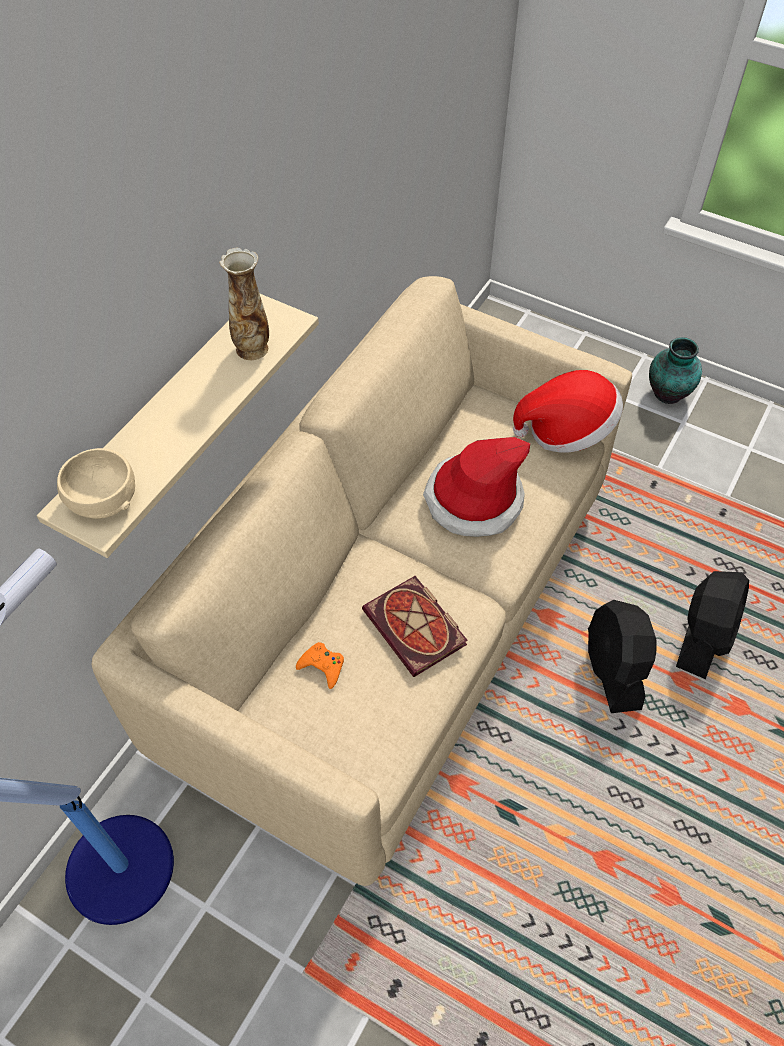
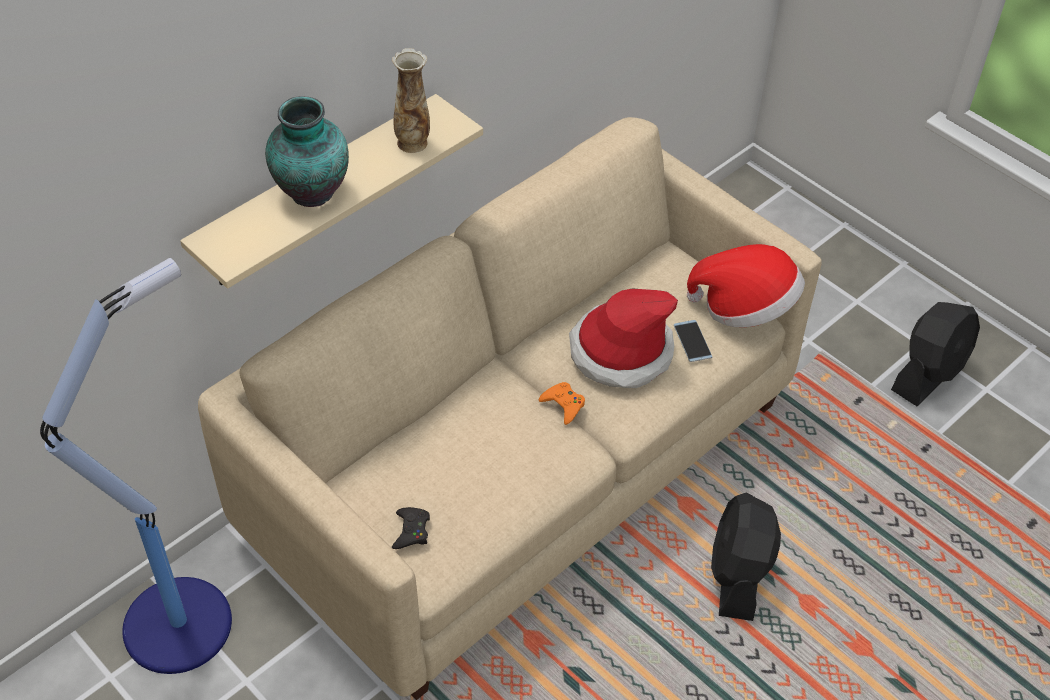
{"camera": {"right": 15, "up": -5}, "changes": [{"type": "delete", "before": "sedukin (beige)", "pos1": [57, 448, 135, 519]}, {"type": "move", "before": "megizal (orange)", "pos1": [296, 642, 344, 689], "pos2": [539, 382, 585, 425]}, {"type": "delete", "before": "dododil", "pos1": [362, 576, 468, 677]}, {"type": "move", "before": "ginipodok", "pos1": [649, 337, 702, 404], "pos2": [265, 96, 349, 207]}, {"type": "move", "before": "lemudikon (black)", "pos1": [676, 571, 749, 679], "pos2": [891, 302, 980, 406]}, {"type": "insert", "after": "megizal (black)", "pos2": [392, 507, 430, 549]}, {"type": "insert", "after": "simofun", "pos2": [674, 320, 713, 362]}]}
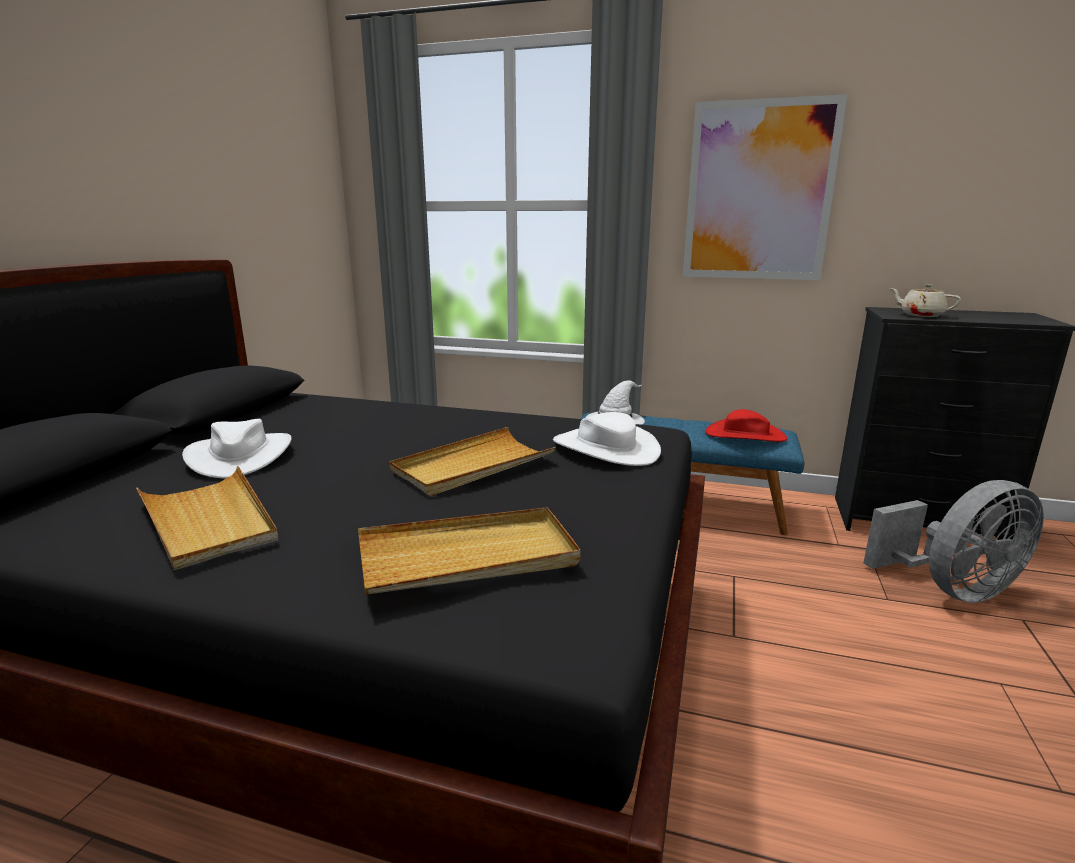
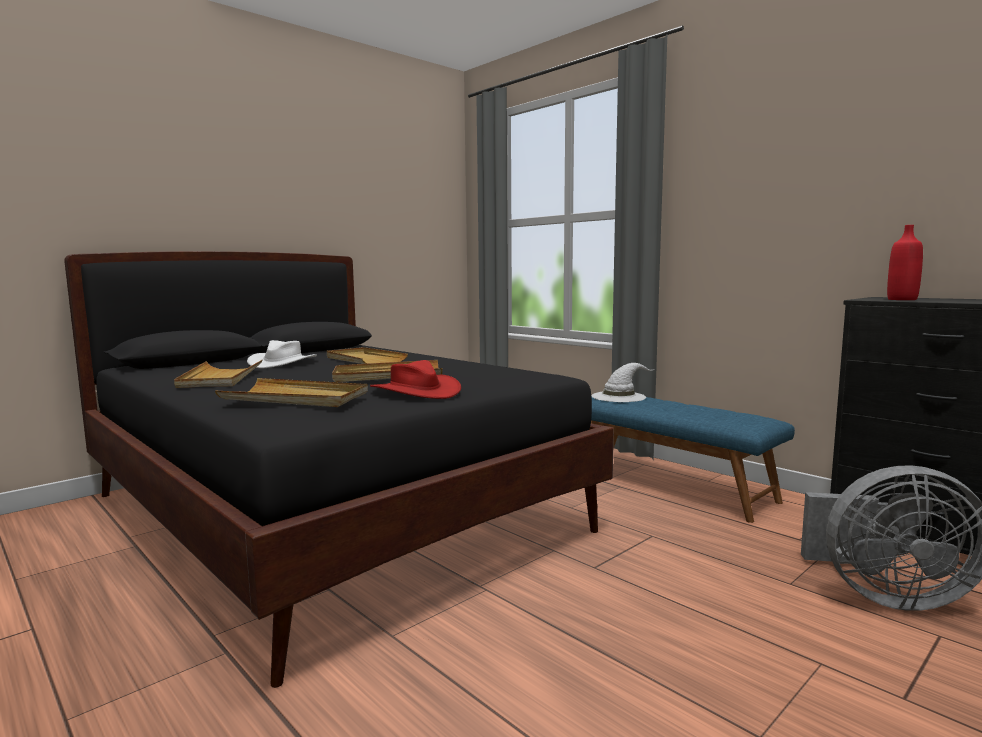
{"camera": {"right": 30, "up": -10}, "changes": [{"type": "delete", "before": "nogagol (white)", "pos1": [553, 412, 661, 466]}, {"type": "delete", "before": "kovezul", "pos1": [683, 94, 847, 280]}, {"type": "move", "before": "nogagol (red)", "pos1": [705, 409, 787, 442], "pos2": [370, 360, 461, 399]}, {"type": "replace", "before": "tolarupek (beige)", "after": "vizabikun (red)", "pos1": [889, 284, 961, 317], "pos2": [887, 225, 923, 300]}, {"type": "insert", "after": "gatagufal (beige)", "pos2": [327, 347, 408, 364]}]}
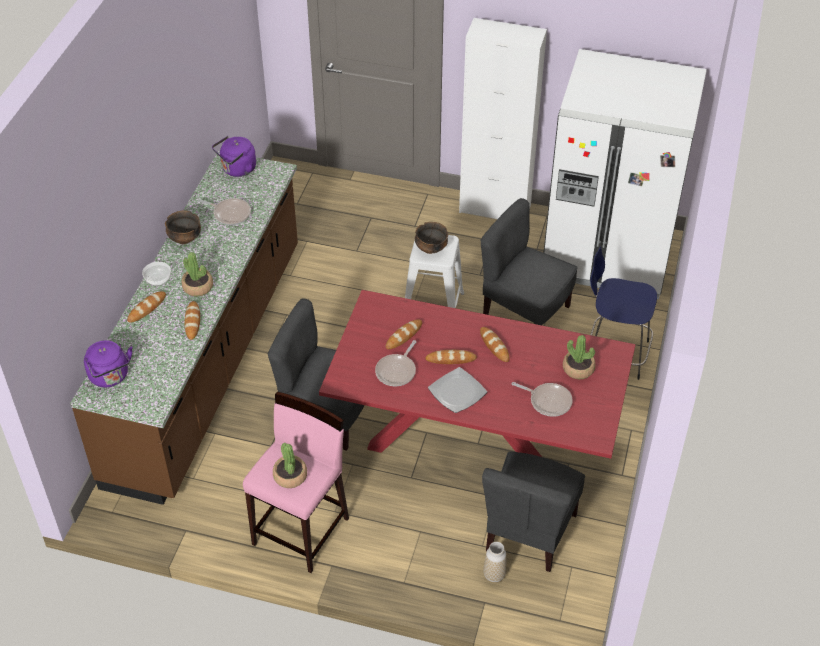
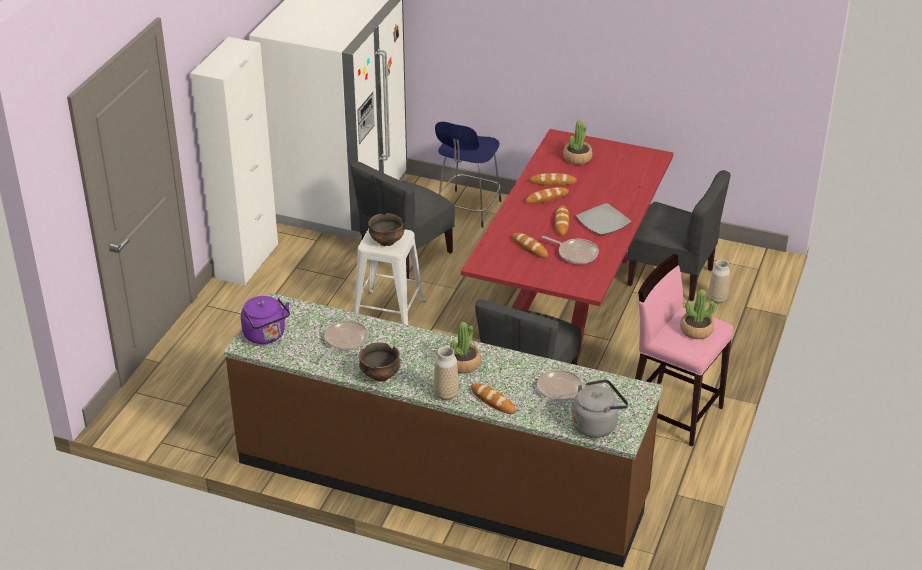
{"camera": {"right": -85, "up": -10}, "changes": [{"type": "recolor", "before": "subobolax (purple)", "after": "subobolax (grey)", "pos1": [84, 340, 133, 387], "pos2": [572, 379, 628, 438]}, {"type": "replace", "before": "sedukin", "after": "ginipodok", "pos1": [142, 262, 171, 286], "pos2": [434, 346, 459, 400]}, {"type": "move", "before": "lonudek", "pos1": [185, 301, 200, 340], "pos2": [530, 173, 577, 186]}, {"type": "move", "before": "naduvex", "pos1": [511, 382, 573, 417], "pos2": [535, 370, 583, 412]}]}
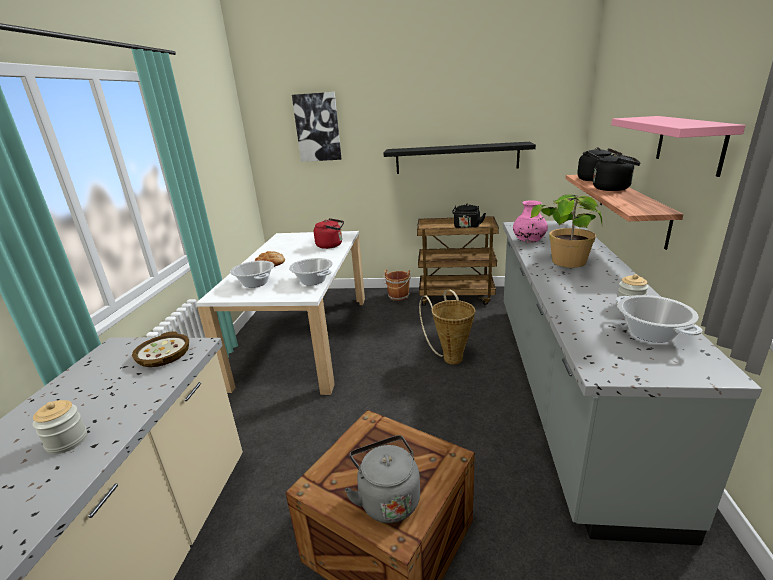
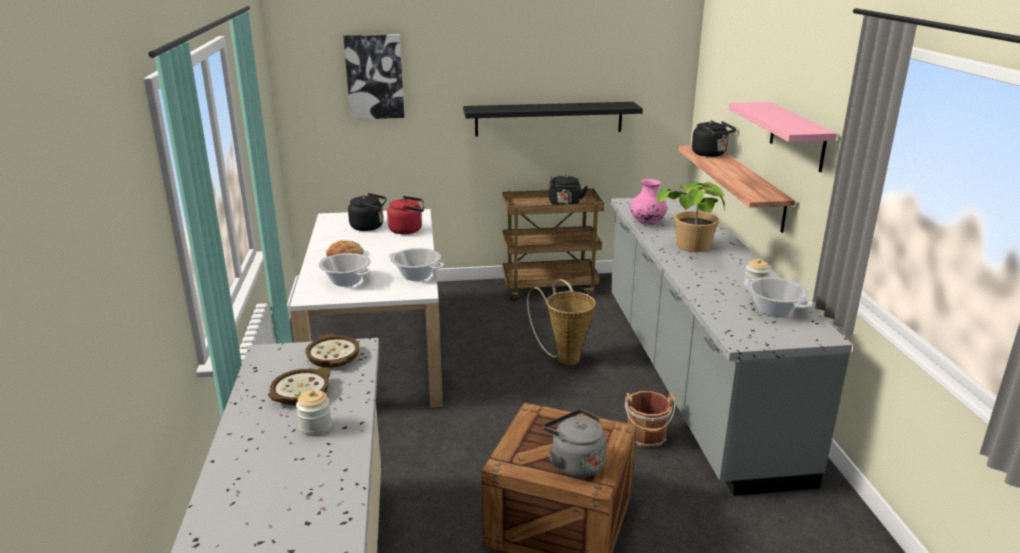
{"camera": {"right": -15, "up": 0}, "changes": [{"type": "move", "before": "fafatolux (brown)", "pos1": [383, 269, 411, 301], "pos2": [625, 391, 676, 449]}, {"type": "move", "before": "subobolax (black)", "pos1": [593, 153, 641, 191], "pos2": [348, 193, 387, 231]}, {"type": "insert", "after": "sedukin", "pos2": [268, 368, 331, 406]}]}
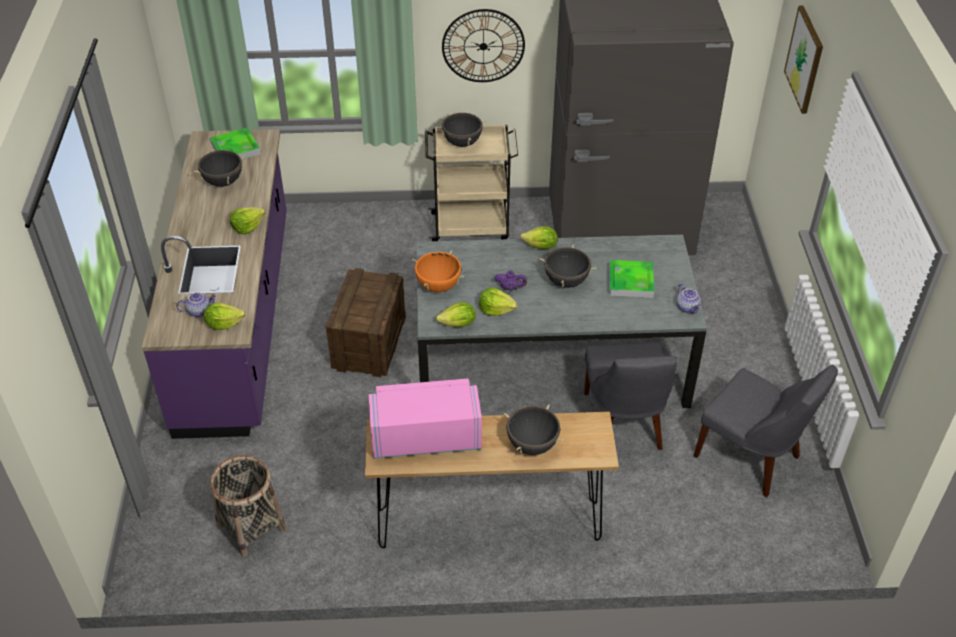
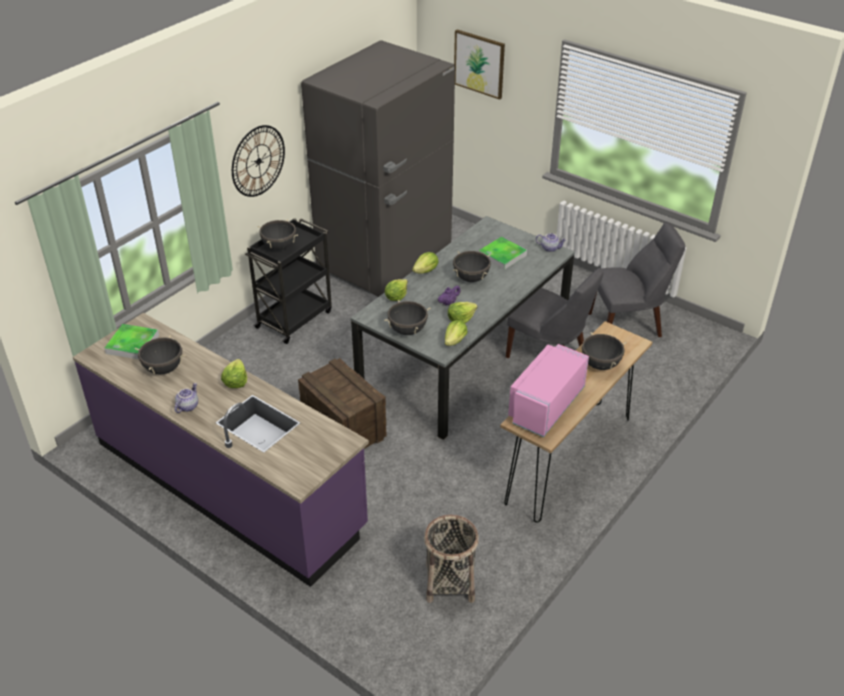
{"camera": {"right": -50, "up": -5}, "changes": [{"type": "move", "before": "tolarupek", "pos1": [176, 292, 217, 317], "pos2": [175, 383, 198, 413]}, {"type": "move", "before": "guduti", "pos1": [204, 303, 246, 330], "pos2": [385, 279, 408, 301]}, {"type": "recolor", "before": "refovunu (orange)", "after": "refovunu (black)", "pos1": [412, 250, 464, 292], "pos2": [384, 300, 431, 335]}, {"type": "recolor", "before": "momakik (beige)", "after": "momakik (black)", "pos1": [425, 125, 518, 241], "pos2": [245, 218, 332, 344]}]}
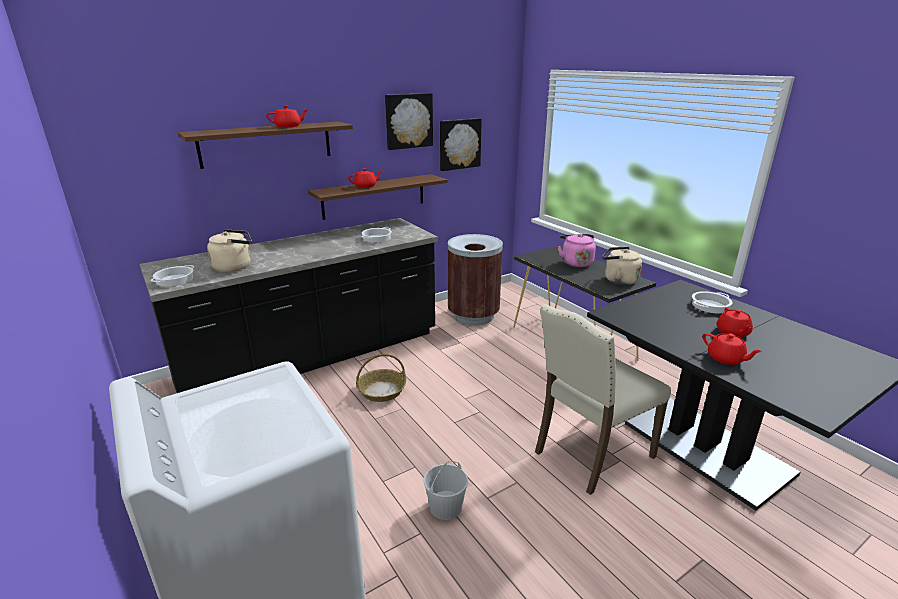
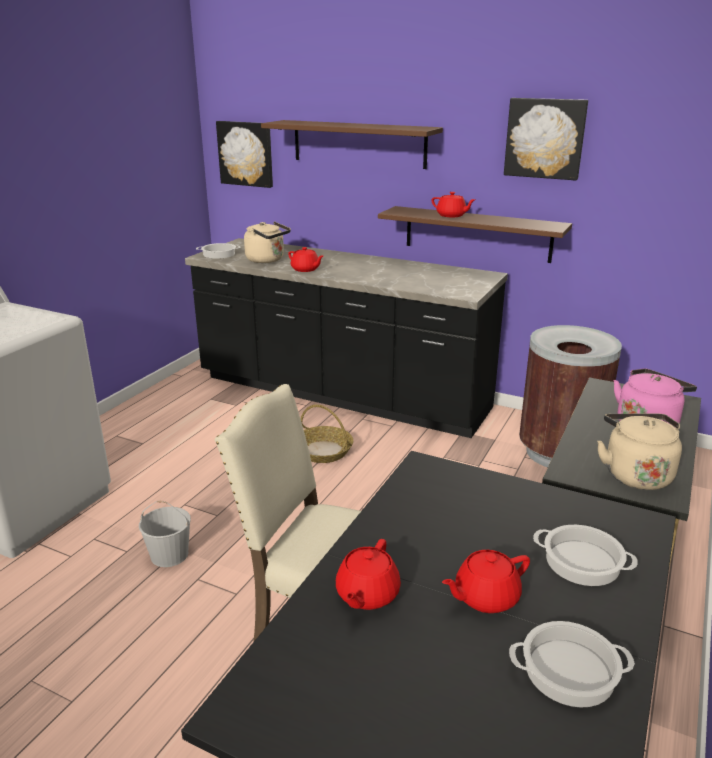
{"camera": {"right": 60, "up": 0}, "changes": [{"type": "move", "before": "tolarupek (red)", "pos1": [266, 105, 308, 128], "pos2": [288, 247, 323, 272]}, {"type": "move", "before": "refovunu", "pos1": [362, 227, 392, 243], "pos2": [509, 621, 635, 708]}, {"type": "move", "before": "kovezul", "pos1": [440, 118, 482, 171], "pos2": [216, 121, 273, 188]}]}
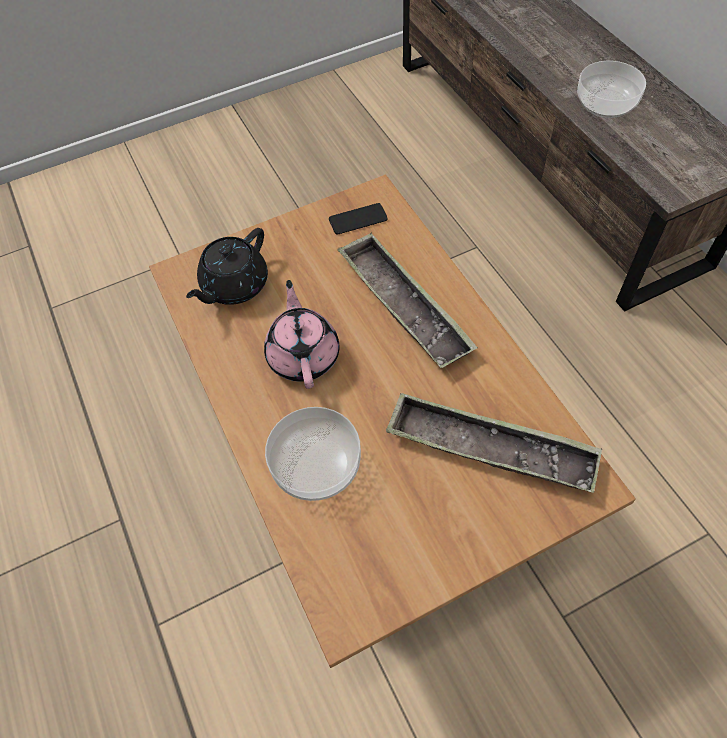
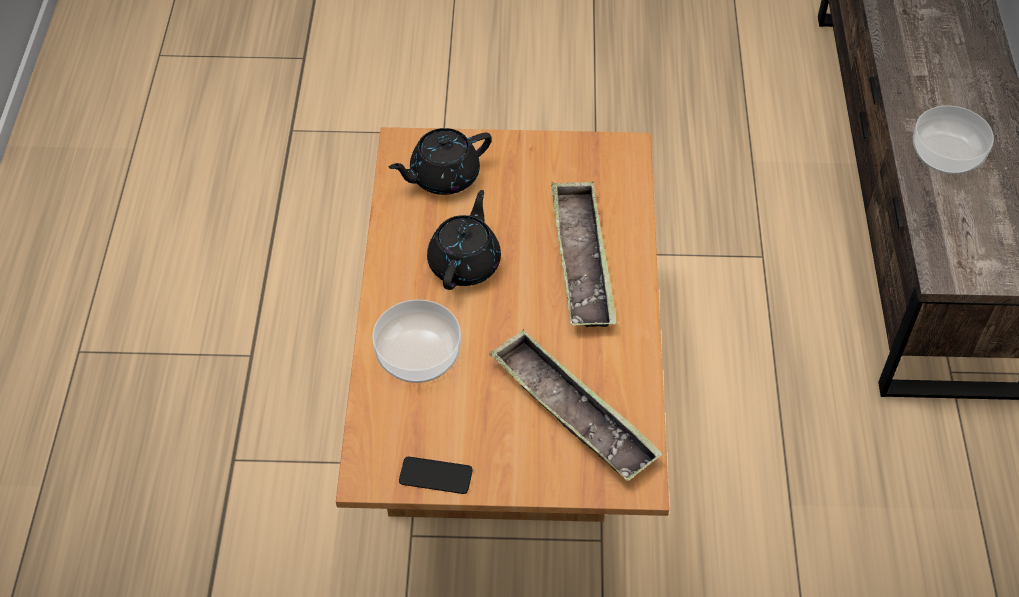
{"camera": {"right": 25, "up": -5}, "changes": [{"type": "recolor", "before": "tolarupek (pink)", "after": "tolarupek (black)", "pos1": [264, 280, 340, 389], "pos2": [427, 190, 501, 290]}, {"type": "move", "before": "simofun", "pos1": [329, 203, 388, 235], "pos2": [399, 457, 472, 494]}]}
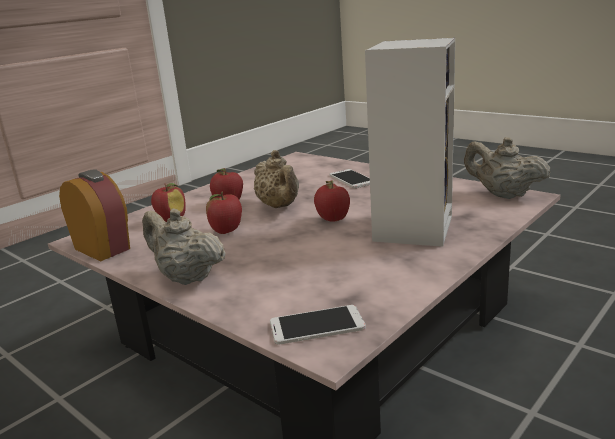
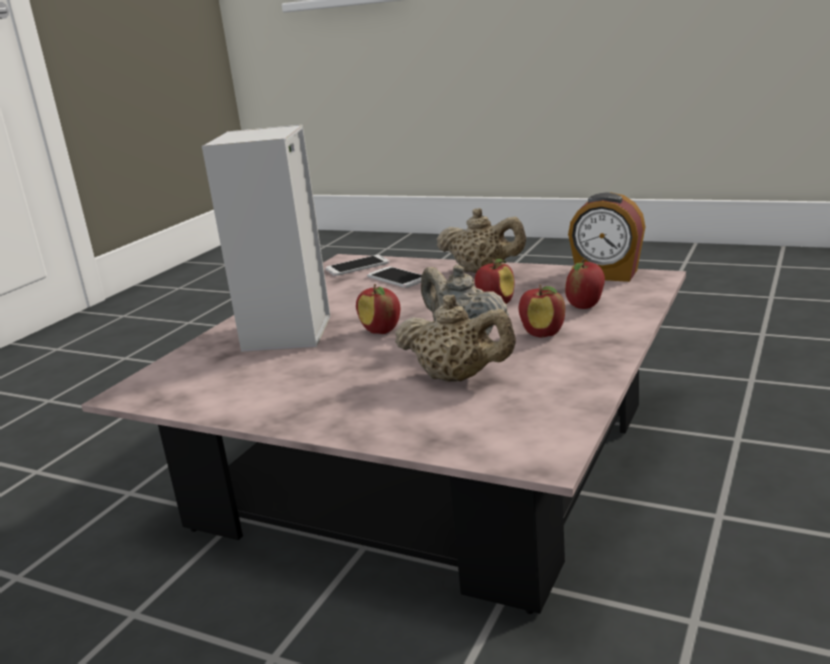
{"camera": {"right": 165, "up": 0}, "changes": [{"type": "move", "before": "simofun", "pos1": [329, 169, 370, 188], "pos2": [367, 266, 421, 288]}, {"type": "move", "before": "tolarupek (beige)", "pos1": [464, 137, 550, 199], "pos2": [395, 295, 516, 382]}]}
